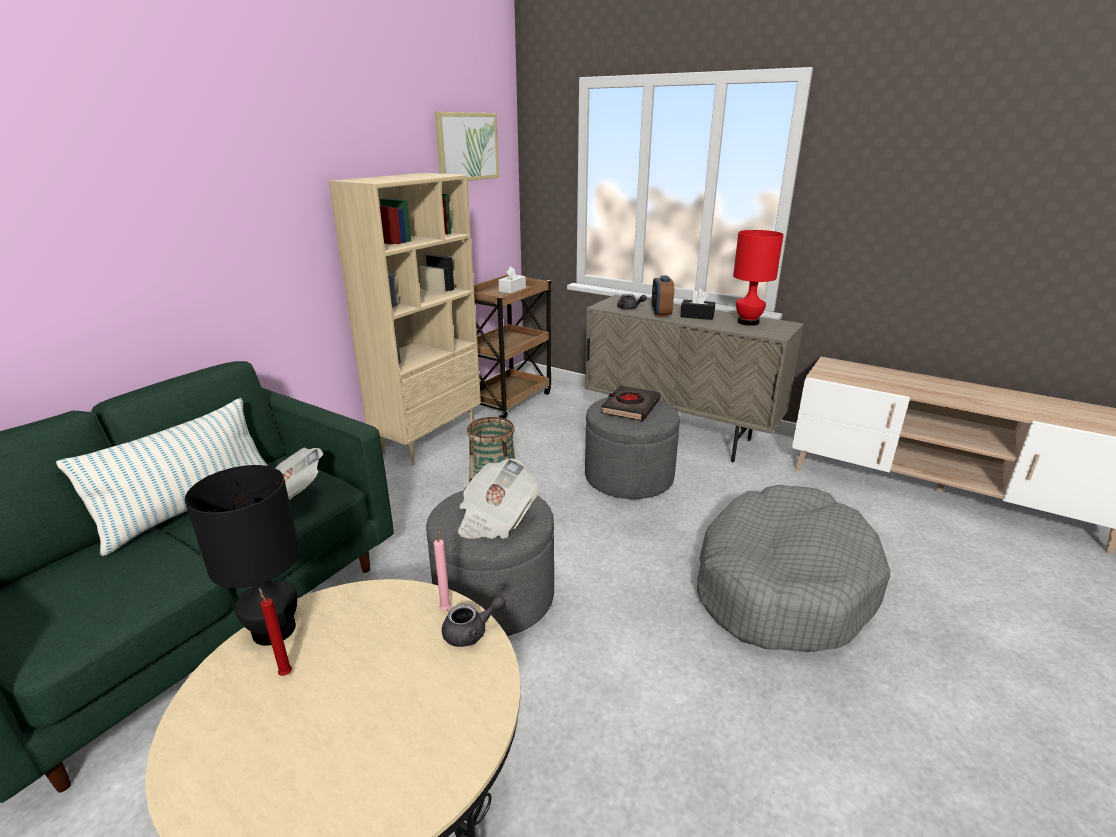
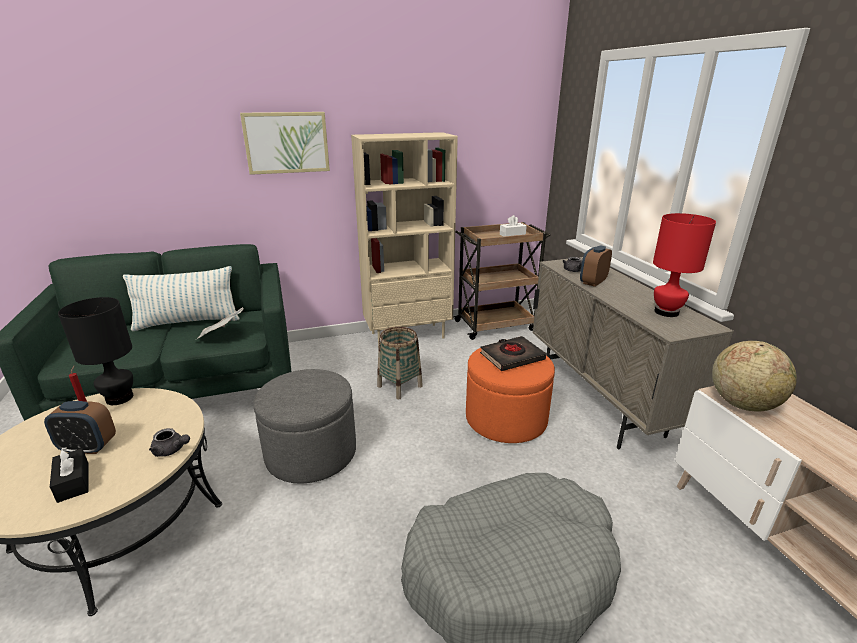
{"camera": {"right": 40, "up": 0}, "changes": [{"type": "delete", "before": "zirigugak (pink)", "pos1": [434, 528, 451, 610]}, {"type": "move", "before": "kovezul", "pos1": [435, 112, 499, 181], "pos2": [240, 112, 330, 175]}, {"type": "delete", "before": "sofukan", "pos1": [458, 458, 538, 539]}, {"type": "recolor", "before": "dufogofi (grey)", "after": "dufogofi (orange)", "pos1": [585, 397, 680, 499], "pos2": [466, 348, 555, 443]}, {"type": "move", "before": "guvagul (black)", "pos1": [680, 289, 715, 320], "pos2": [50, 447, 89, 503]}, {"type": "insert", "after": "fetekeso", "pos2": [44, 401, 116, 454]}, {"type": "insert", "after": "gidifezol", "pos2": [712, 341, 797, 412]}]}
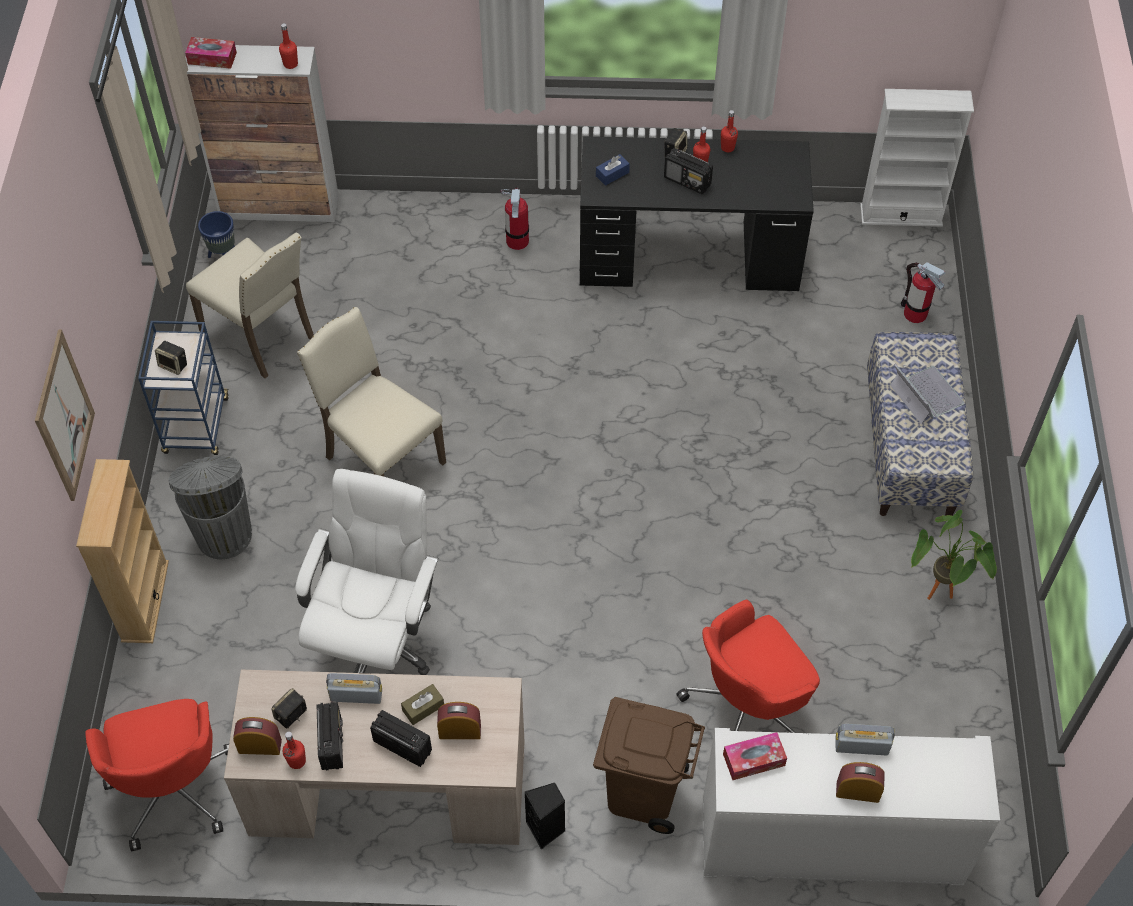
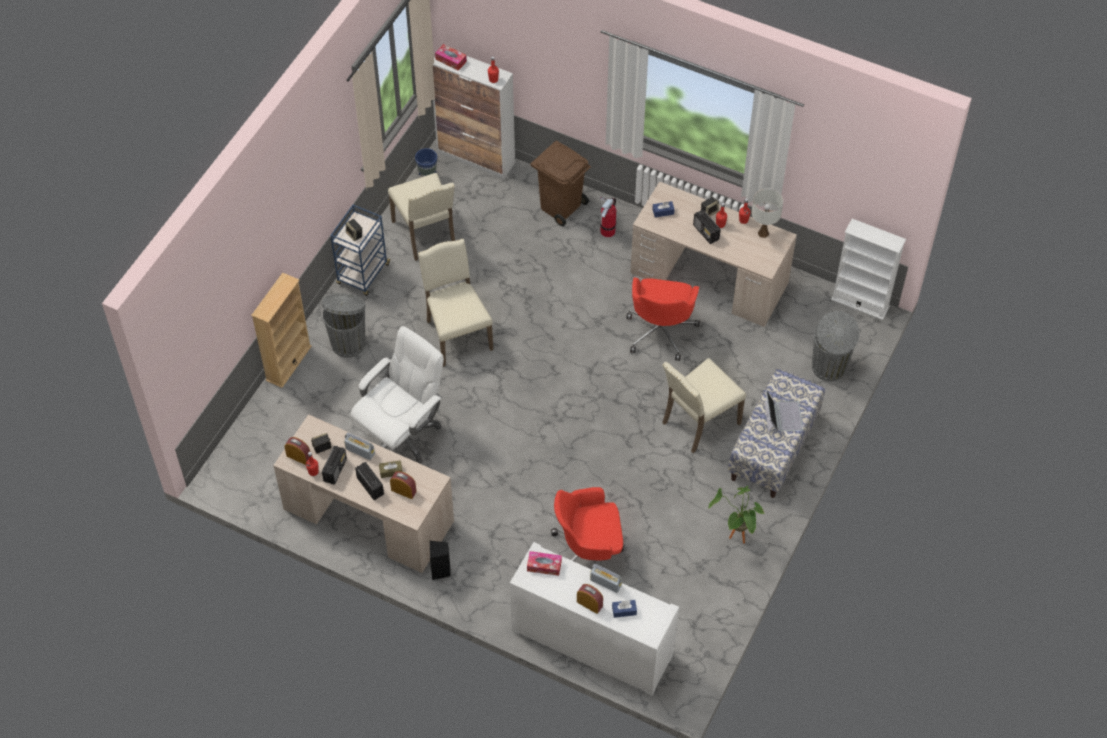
{"camera": {"right": 25, "up": 0}, "changes": [{"type": "delete", "before": "kovezul", "pos1": [35, 330, 95, 501]}, {"type": "move", "before": "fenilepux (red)", "pos1": [85, 699, 229, 851], "pos2": [626, 277, 700, 361]}, {"type": "recolor", "before": "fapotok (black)", "after": "fapotok (beige)", "pos1": [579, 136, 814, 291], "pos2": [630, 181, 797, 327]}, {"type": "move", "before": "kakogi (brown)", "pos1": [593, 697, 705, 834], "pos2": [530, 140, 591, 226]}, {"type": "replace", "before": "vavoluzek", "after": "kakogi (grey)", "pos1": [901, 262, 946, 323], "pos2": [812, 311, 860, 382]}, {"type": "insert", "after": "guvagul (blue)", "pos2": [612, 600, 637, 618]}, {"type": "insert", "after": "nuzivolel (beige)", "pos2": [662, 358, 746, 453]}, {"type": "insert", "after": "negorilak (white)", "pos2": [752, 189, 783, 238]}]}
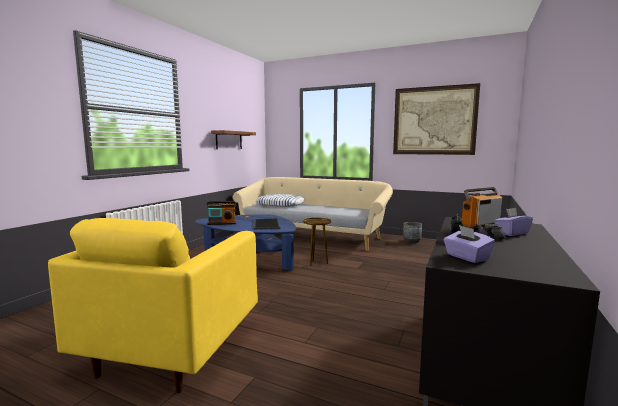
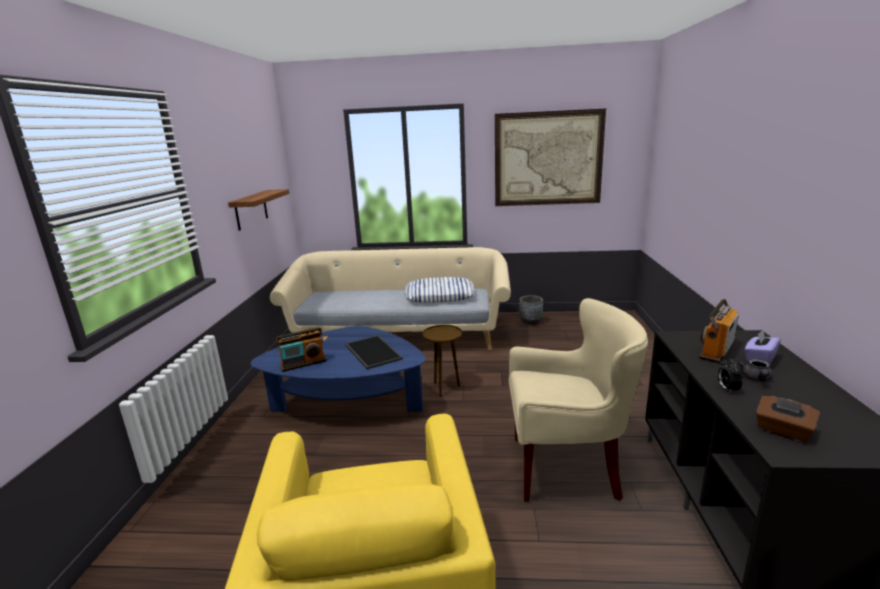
{"camera": {"right": -20, "up": 10}, "changes": [{"type": "move", "before": "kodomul", "pos1": [256, 194, 305, 207], "pos2": [405, 277, 474, 303]}, {"type": "recolor", "before": "guvagul (purple)", "after": "guvagul (brown)", "pos1": [444, 225, 495, 263], "pos2": [756, 396, 820, 443]}, {"type": "insert", "after": "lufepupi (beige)", "pos2": [509, 298, 648, 501]}]}
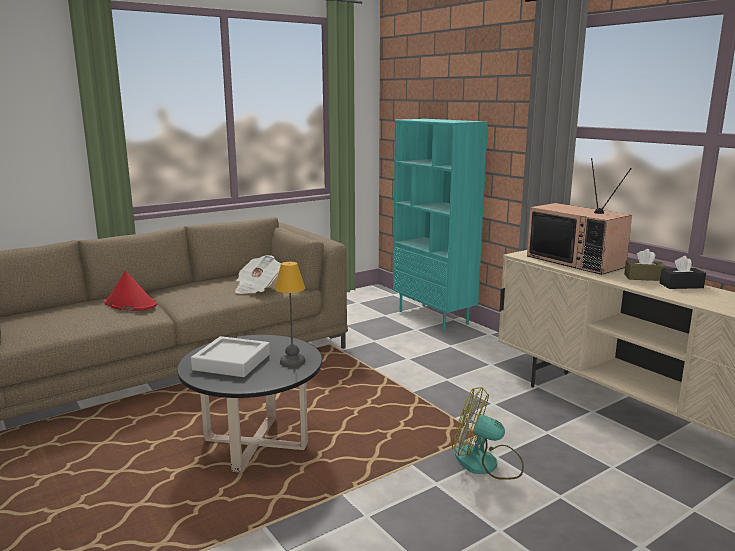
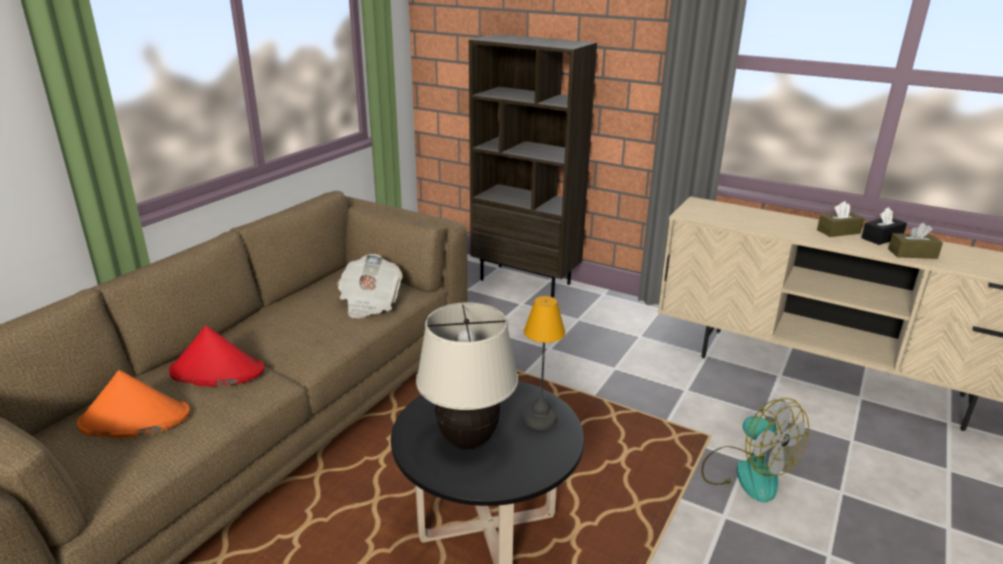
{"camera": {"right": -25, "up": 10}, "changes": [{"type": "replace", "before": "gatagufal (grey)", "after": "negorilak (beige)", "pos1": [191, 336, 270, 377], "pos2": [416, 302, 518, 449]}, {"type": "recolor", "before": "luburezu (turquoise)", "after": "luburezu (brown)", "pos1": [393, 119, 488, 331], "pos2": [469, 34, 597, 298]}, {"type": "rotate", "before": "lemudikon", "pos1": [452, 387, 524, 480], "pos2": [701, 398, 809, 502], "turn": -120}, {"type": "delete", "before": "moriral", "pos1": [527, 158, 632, 275]}, {"type": "insert", "after": "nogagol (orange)", "pos2": [77, 370, 190, 438]}, {"type": "insert", "after": "guvagul (brown)", "pos2": [888, 223, 943, 259]}]}
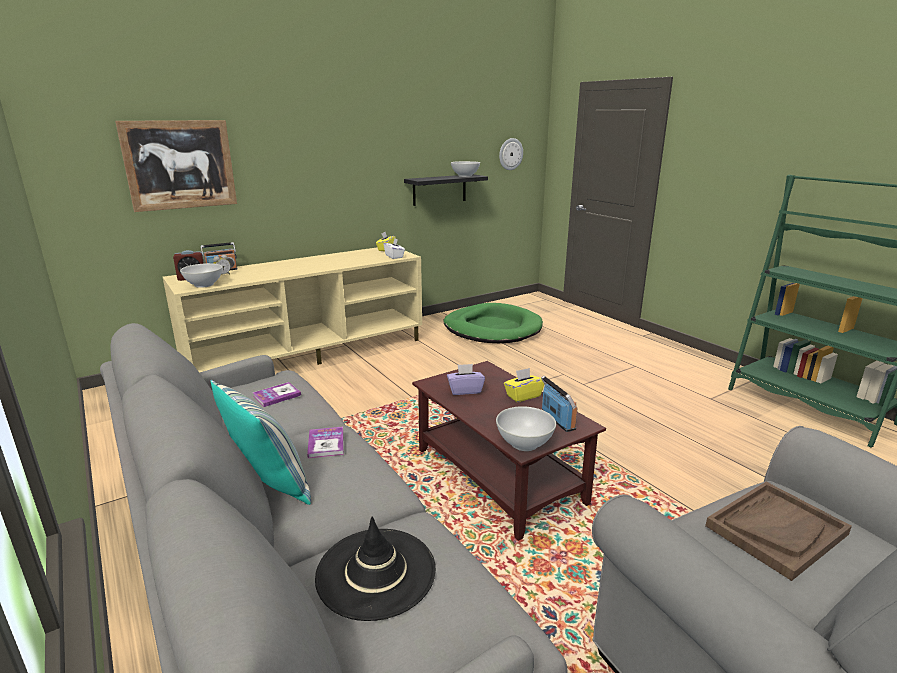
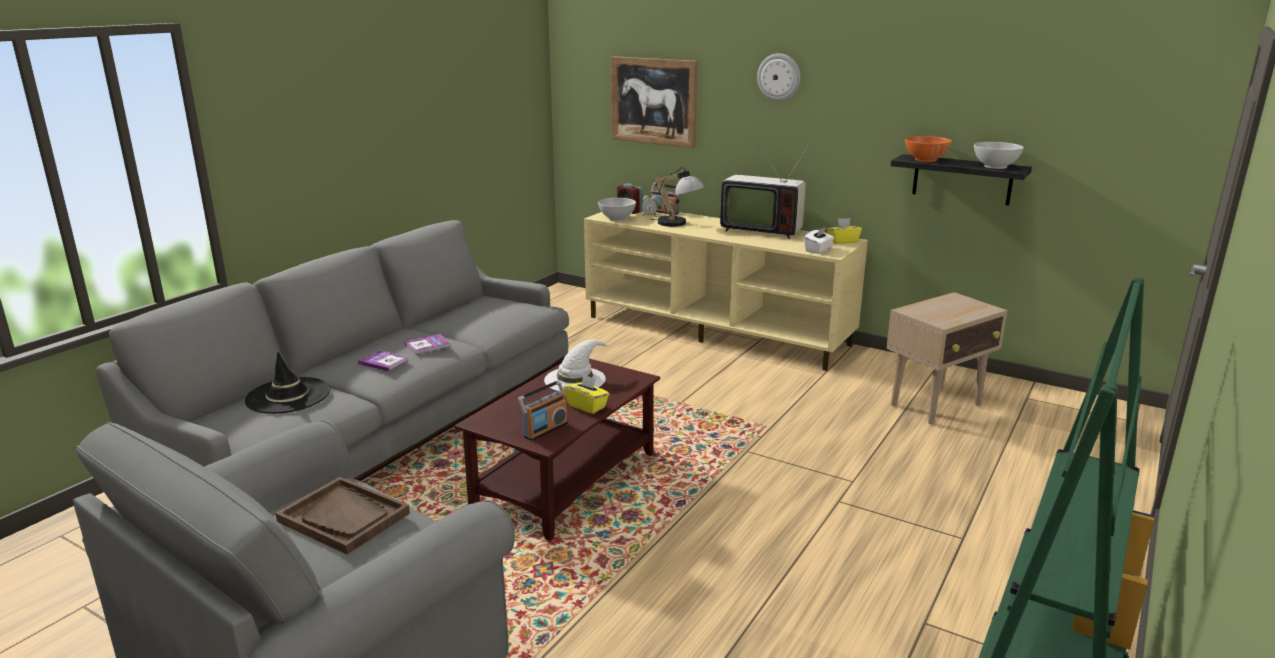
{"camera": {"right": 65, "up": 0}, "changes": [{"type": "delete", "before": "kodomul", "pos1": [211, 380, 311, 505]}, {"type": "move", "before": "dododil", "pos1": [253, 382, 301, 407], "pos2": [358, 350, 408, 371]}, {"type": "replace", "before": "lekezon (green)", "after": "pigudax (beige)", "pos1": [443, 303, 543, 343], "pos2": [886, 292, 1008, 425]}, {"type": "replace", "before": "guvagul (purple)", "after": "nogagol (white)", "pos1": [447, 364, 485, 395], "pos2": [544, 339, 612, 391]}, {"type": "delete", "before": "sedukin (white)", "pos1": [496, 406, 556, 451]}, {"type": "move", "before": "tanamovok", "pos1": [499, 138, 523, 170], "pos2": [757, 53, 800, 101]}, {"type": "insert", "after": "negorilak", "pos2": [651, 167, 704, 227]}, {"type": "insert", "after": "moriral", "pos2": [720, 144, 809, 239]}, {"type": "insert", "after": "sedukin (orange)", "pos2": [905, 136, 952, 162]}]}
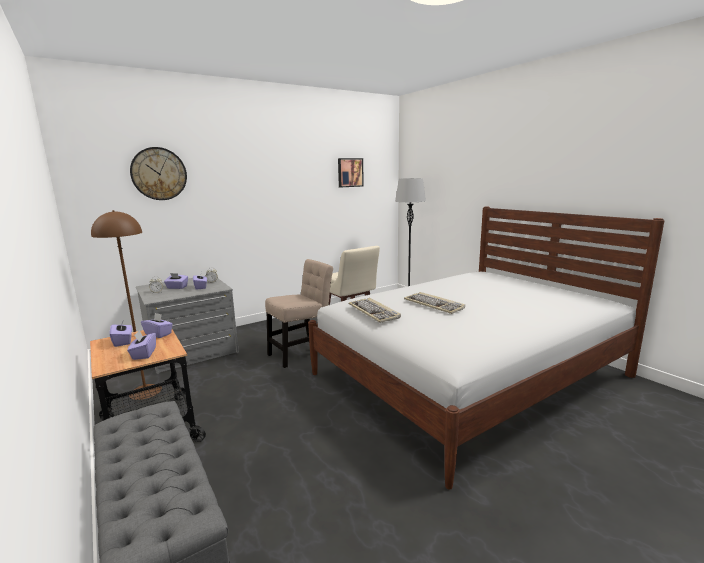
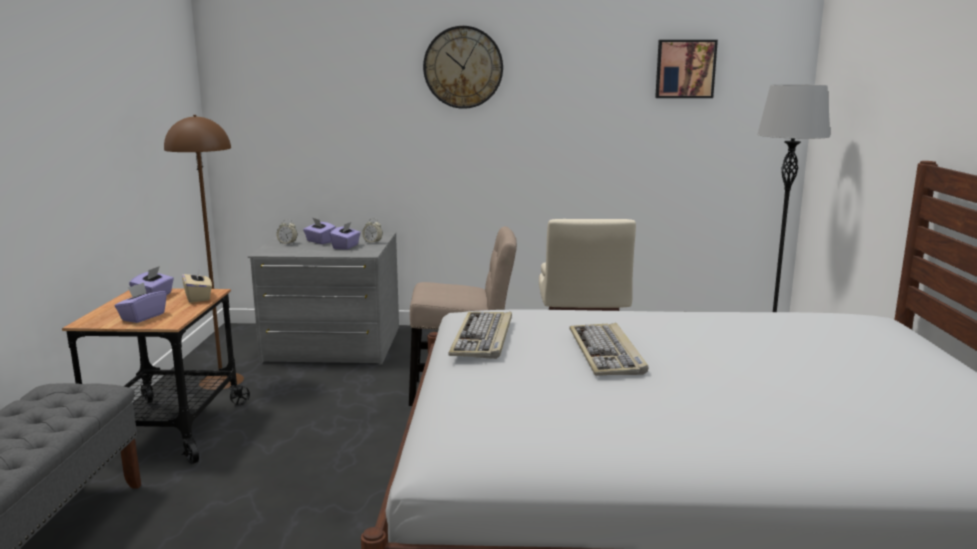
{"camera": {"right": 35, "up": 0}, "changes": [{"type": "move", "before": "tanamovok", "pos1": [130, 147, 187, 200], "pos2": [423, 26, 503, 109]}, {"type": "recolor", "before": "guvagul (purple)", "after": "guvagul (beige)", "pos1": [141, 313, 173, 338], "pos2": [182, 267, 212, 303]}]}
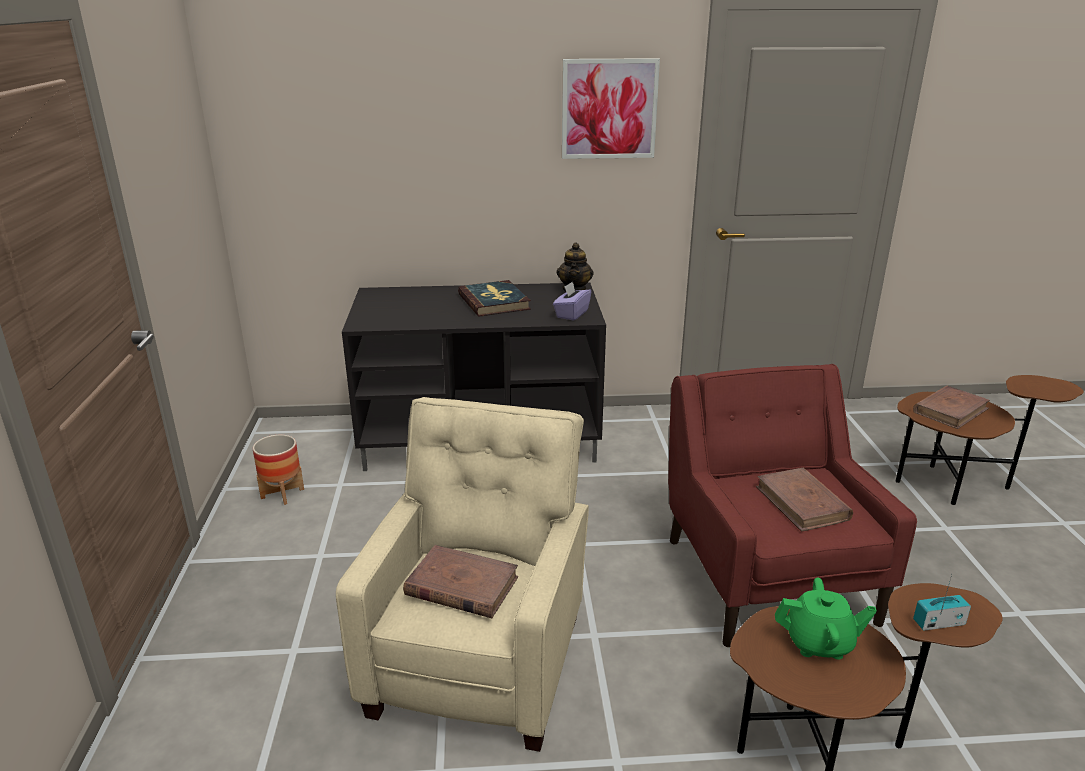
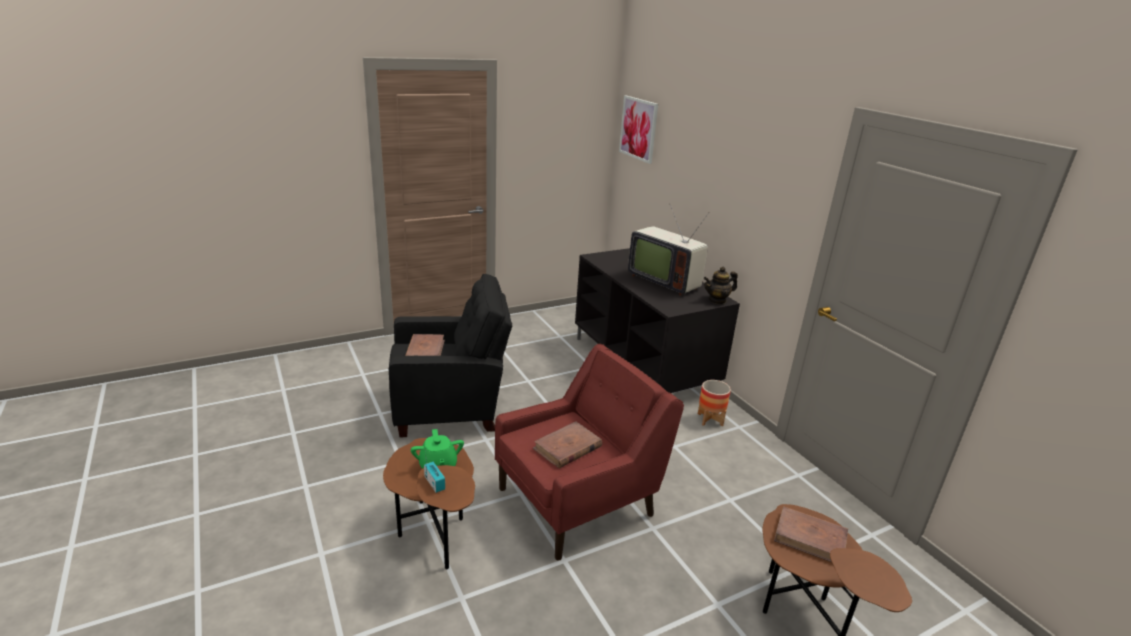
{"camera": {"right": 65, "up": 0}, "changes": [{"type": "move", "before": "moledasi", "pos1": [253, 435, 304, 505], "pos2": [698, 380, 731, 426]}, {"type": "recolor", "before": "lufepupi (beige)", "after": "lufepupi (black)", "pos1": [336, 397, 589, 752], "pos2": [389, 274, 512, 438]}, {"type": "replace", "before": "dododil", "after": "moriral", "pos1": [458, 280, 531, 317], "pos2": [628, 205, 709, 296]}, {"type": "delete", "before": "guvagul (purple)", "pos1": [553, 281, 591, 321]}, {"type": "move", "before": "kovezul", "pos1": [562, 58, 660, 159], "pos2": [619, 95, 658, 164]}]}
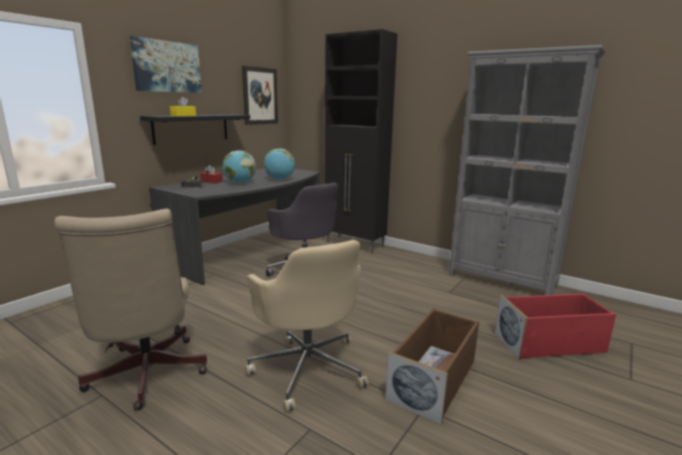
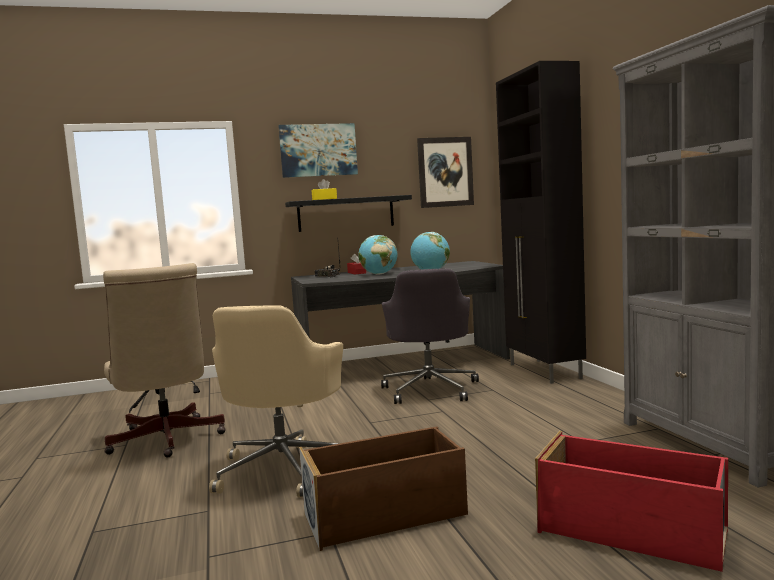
{"camera": {"right": 40, "up": -10}, "changes": [{"type": "rotate", "before": "fenilepux (beige)", "pos1": [54, 209, 207, 411], "pos2": [103, 263, 226, 458], "turn": -45}]}
